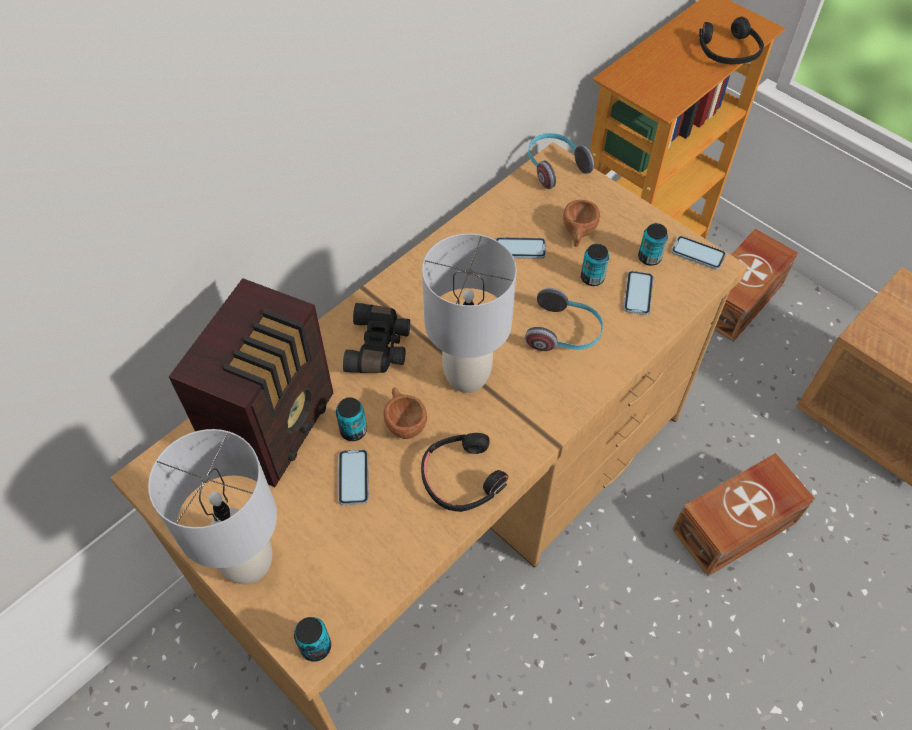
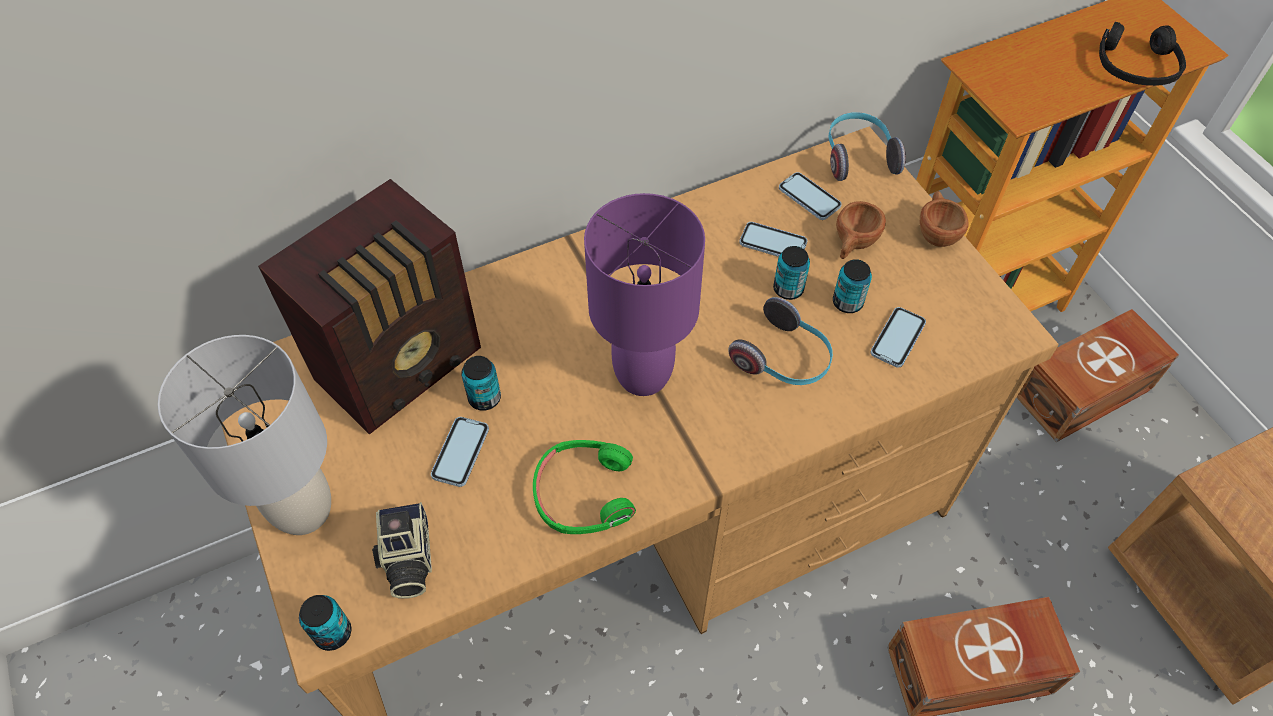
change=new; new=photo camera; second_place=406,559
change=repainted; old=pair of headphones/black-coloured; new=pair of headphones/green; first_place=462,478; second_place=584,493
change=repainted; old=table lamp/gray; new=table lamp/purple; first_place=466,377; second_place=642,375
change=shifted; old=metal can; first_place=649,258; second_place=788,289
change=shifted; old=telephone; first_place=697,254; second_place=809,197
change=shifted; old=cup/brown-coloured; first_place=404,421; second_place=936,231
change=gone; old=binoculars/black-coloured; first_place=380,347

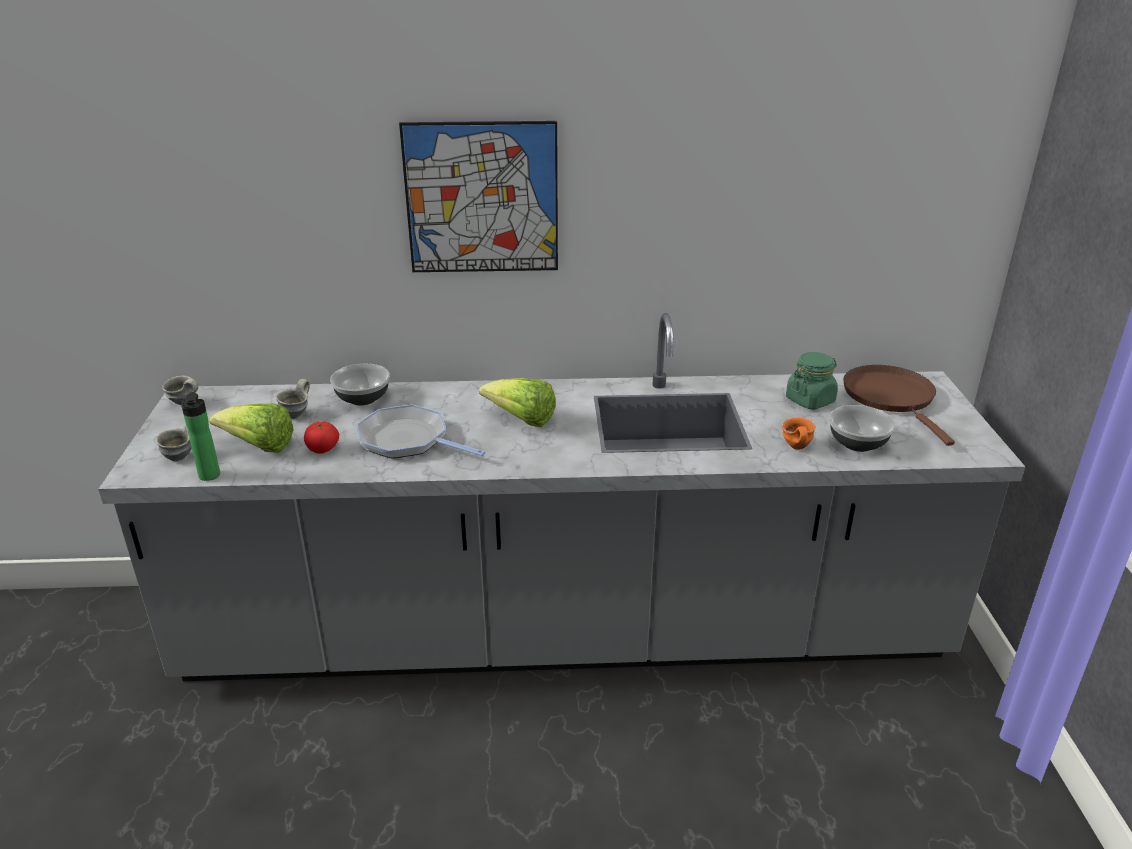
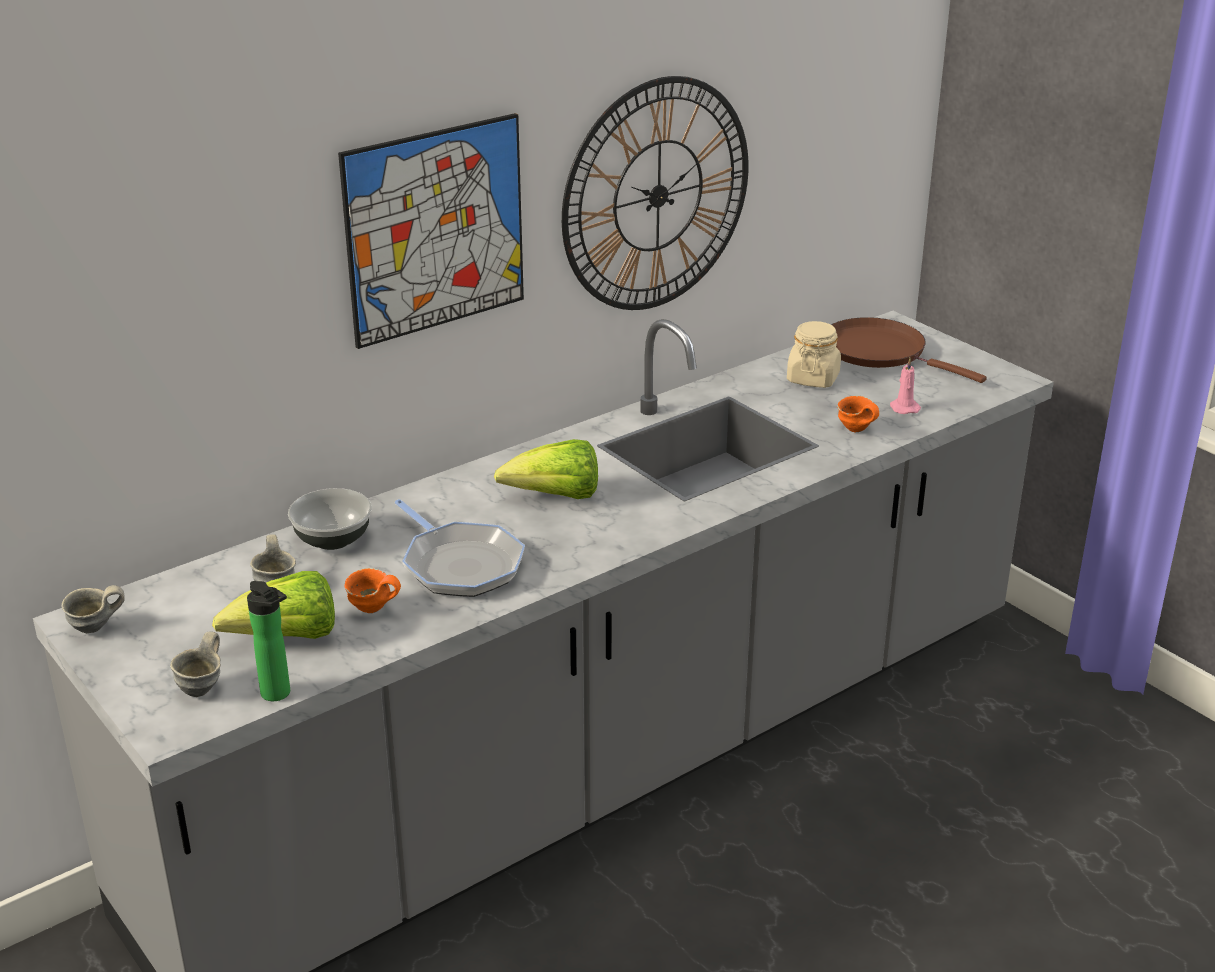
change=swapped; old=tomato; new=coffee mug/orange; first_place=323,449; second_place=372,611
change=rotated; old=frying pan; first_place=408,440; second_place=460,565; degrees=-120
change=new; new=hanging clock; second_place=657,195
change=repainted; old=storage jar/green; new=storage jar/beige-coloured; first_place=810,400; second_place=813,378
change=swapped; old=deep dish; new=candle/pink; first_place=858,443; second_place=903,407

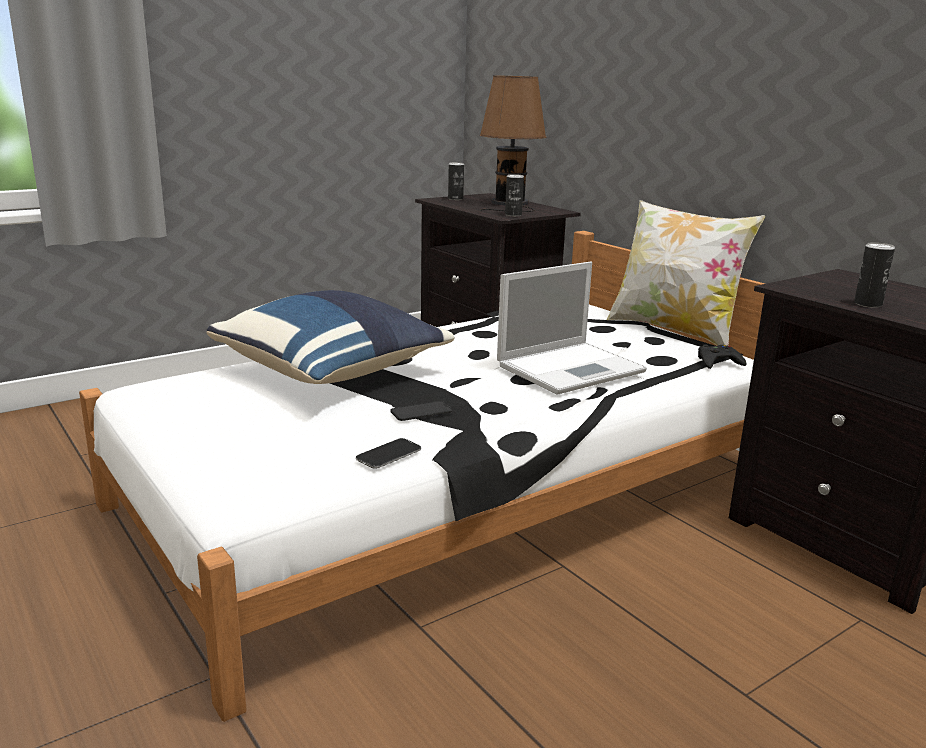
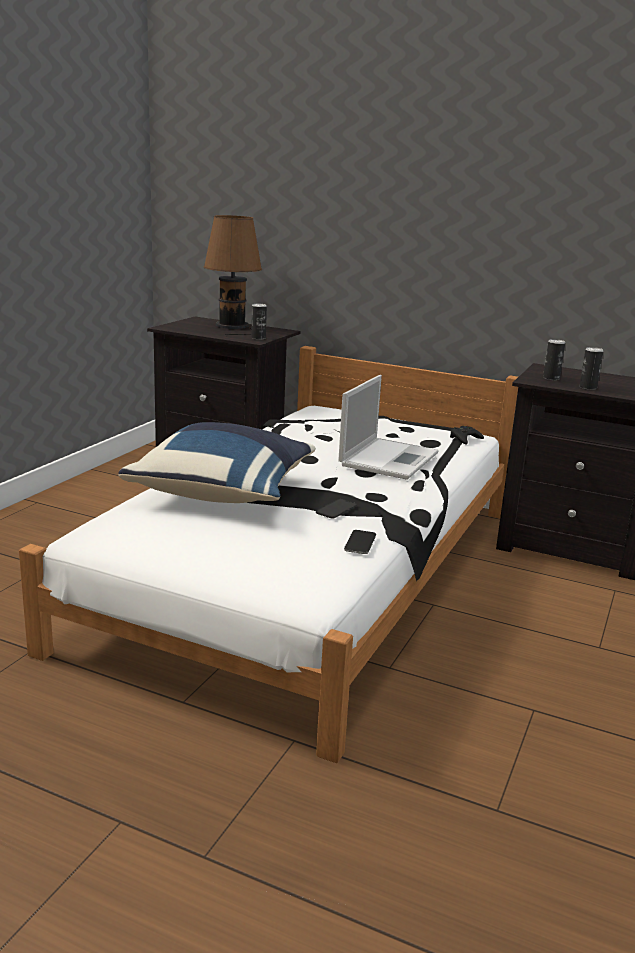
change=shifted; old=metal can; first_place=455,199; second_place=551,378
change=gone; old=pillow; first_place=674,330

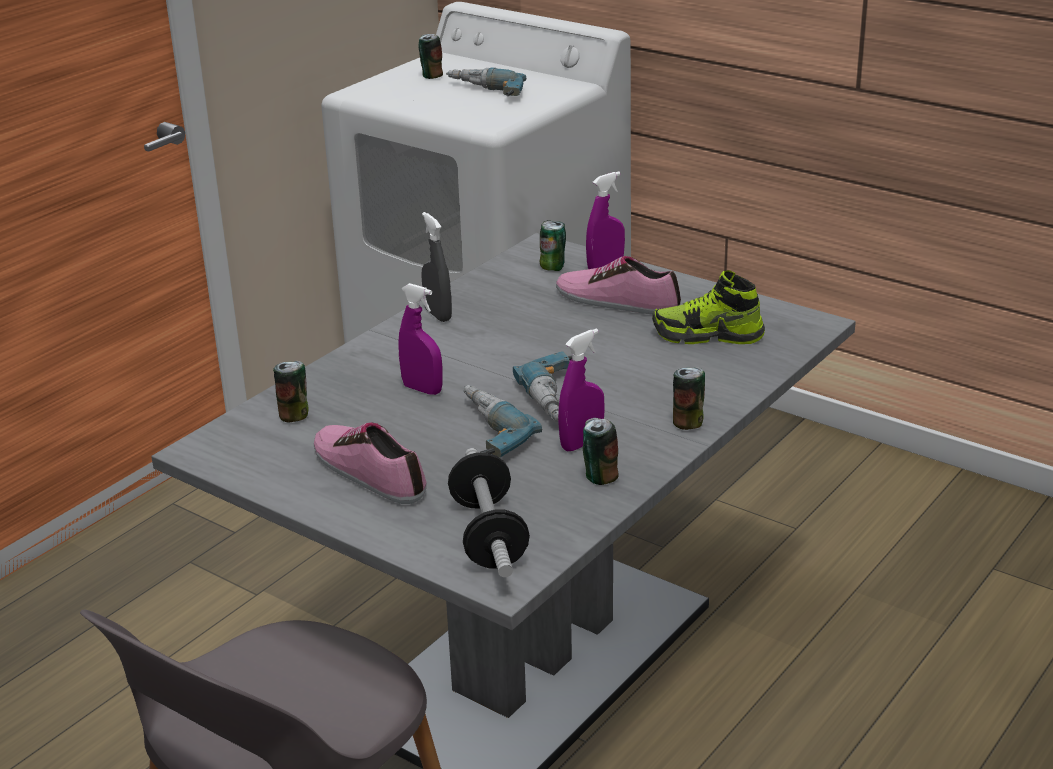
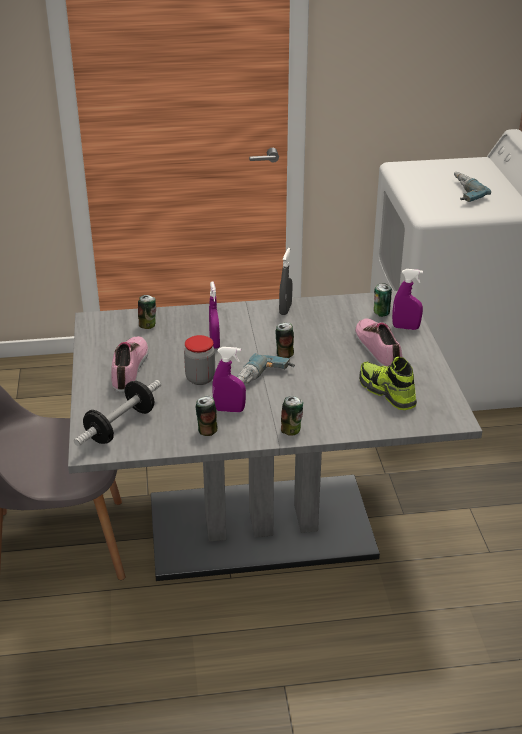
change=swapped; old=power drill; new=storage jar; first_place=482,433; second_place=200,378
change=shifted; old=metal can; first_place=431,76; second_place=284,354

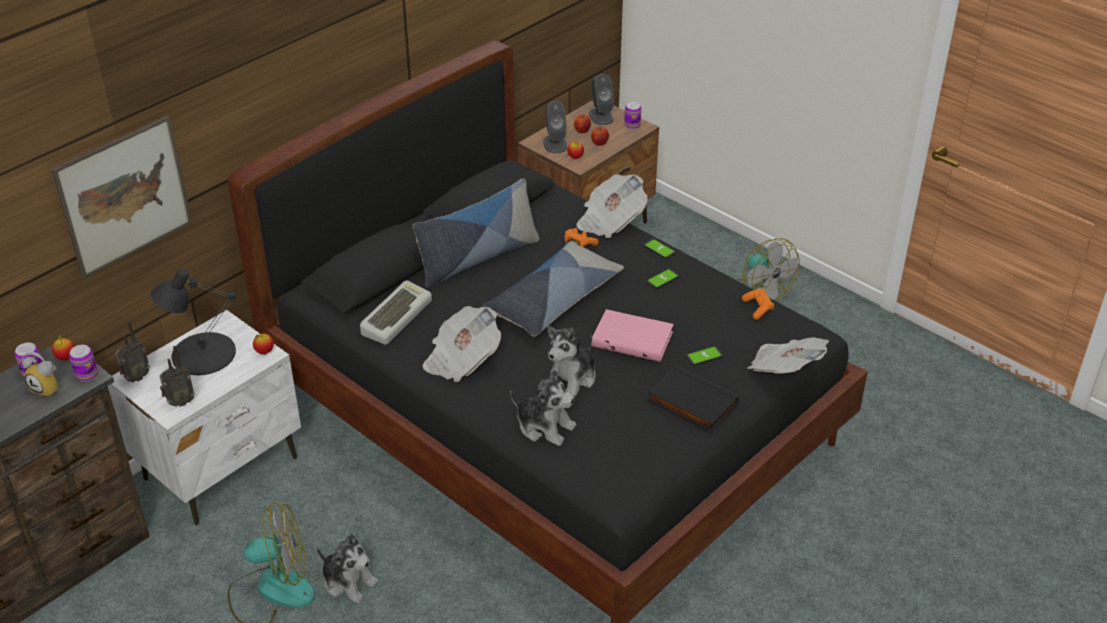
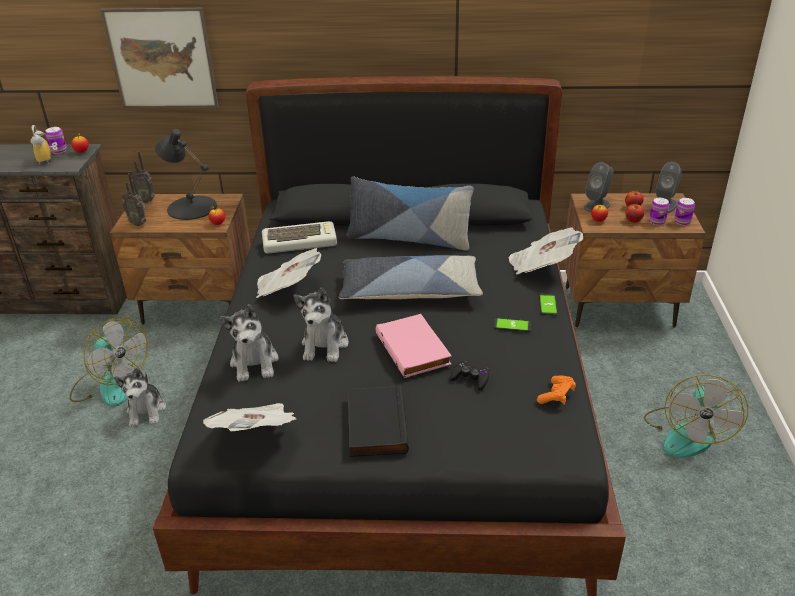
change=repainted; old=bedside table/whitish; new=bedside table/brown-coloured; first_place=222,468; second_place=198,305
change=shifted; old=printed paper; first_place=785,370; second_place=256,434
change=rotated; old=plush toy; first_place=571,378; second_place=325,345; degrees=-75
change=new; new=joypad/black-coloured; second_place=470,378
change=shifted; old=metal can; first_place=86,374; second_place=657,221
change=gone; old=joypad/orange; first_place=579,243
change=gone; old=telephone; first_place=704,356

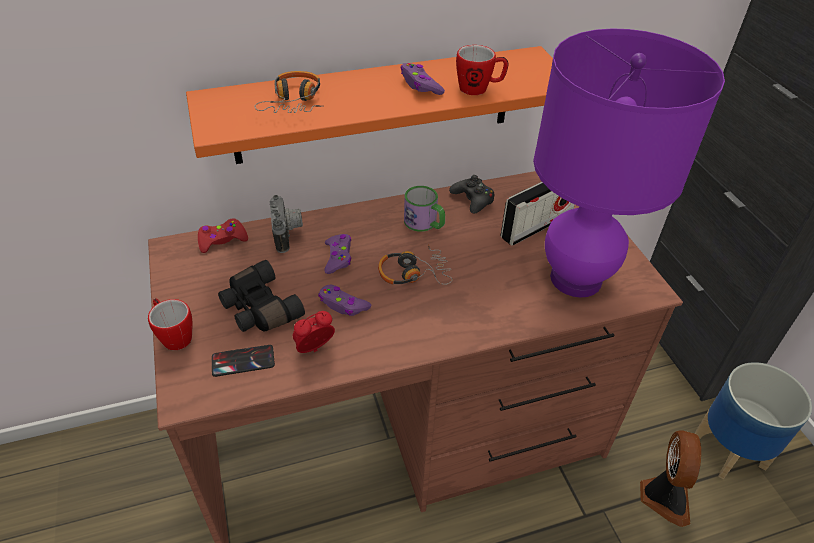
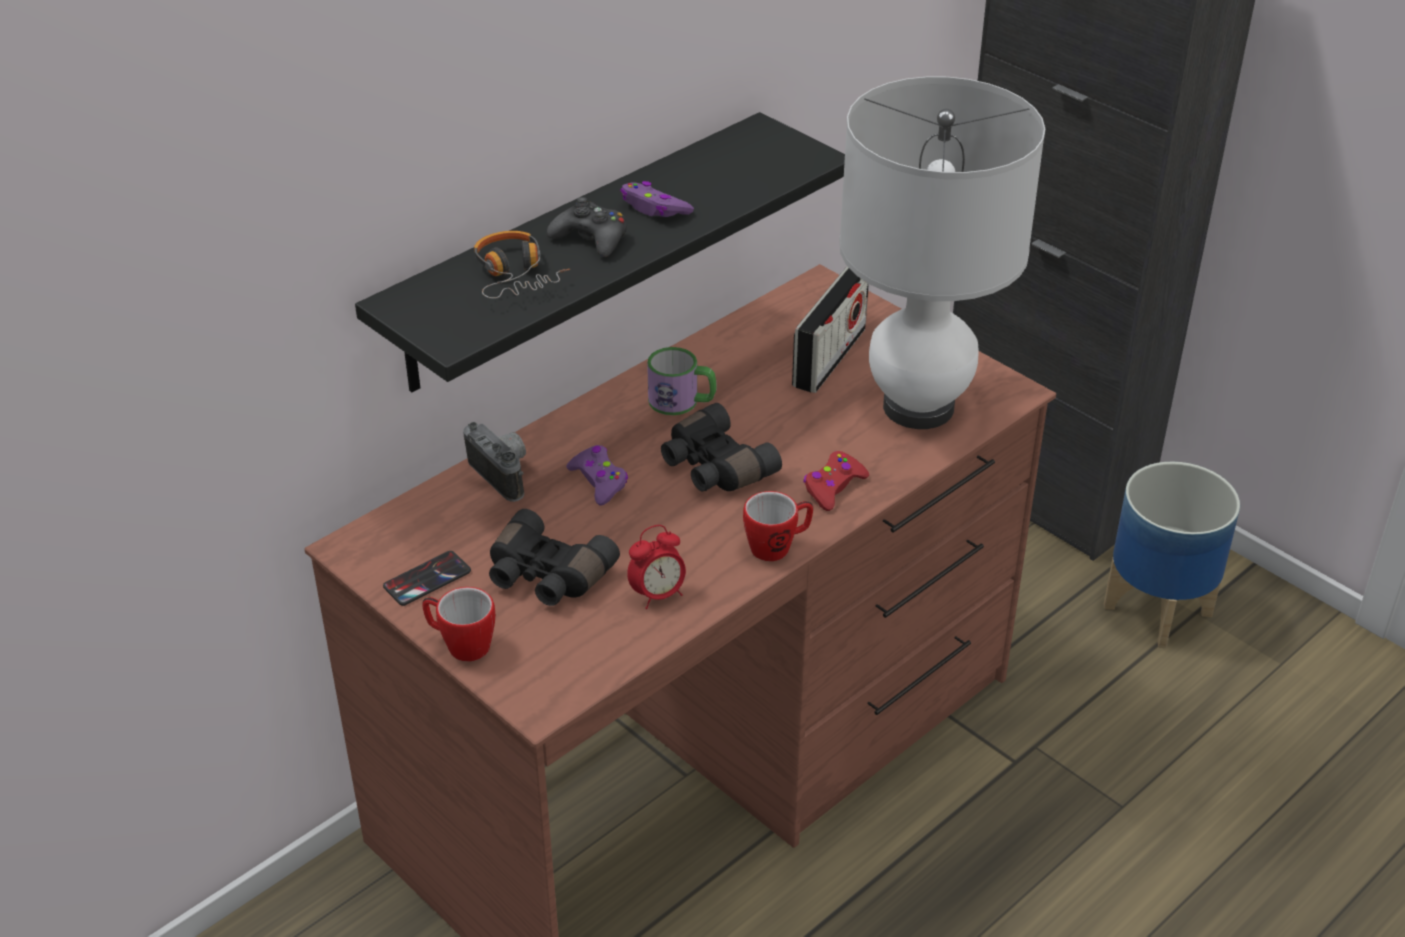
change=repainted; old=bracket shelf/orange; new=bracket shelf/black-coloured; first_place=375,105; second_place=575,252
change=shifted; old=telephone; first_place=243,361; second_place=427,579
change=shifted; old=joypad/black-coloured; first_place=473,199; second_place=591,239
change=rotated; old=alarm clock; first_place=314,349; second_place=658,595; degrees=-150
change=swapped; old=pair of headphones; new=binoculars/black-coloured; first_place=413,273; second_place=713,467
change=shifted; old=coffee mug; first_place=479,89; second_place=778,546
change=shifted; old=joypad/red; first_place=222,240; second_place=833,487
change=repainted; old=table lamp/purple; new=table lamp/whitish; first_place=575,278; second_place=918,407
change=gone; old=joypad/purple; first_place=343,305
change=gone; old=electric fan; first_place=663,496

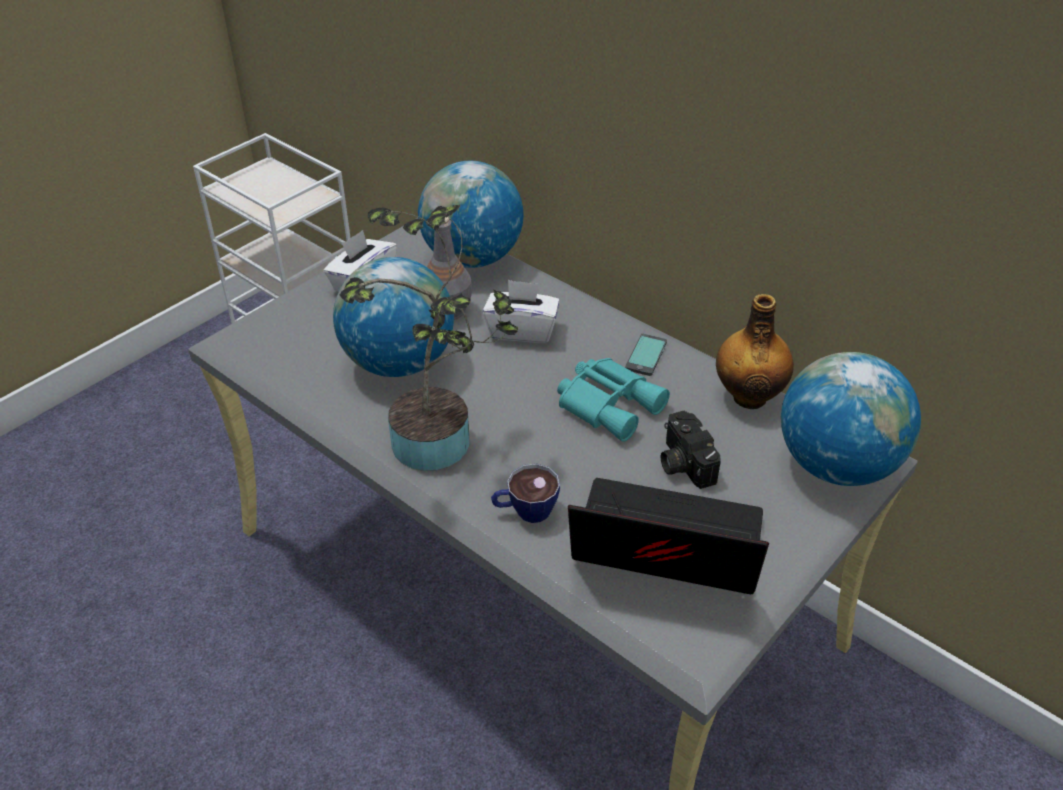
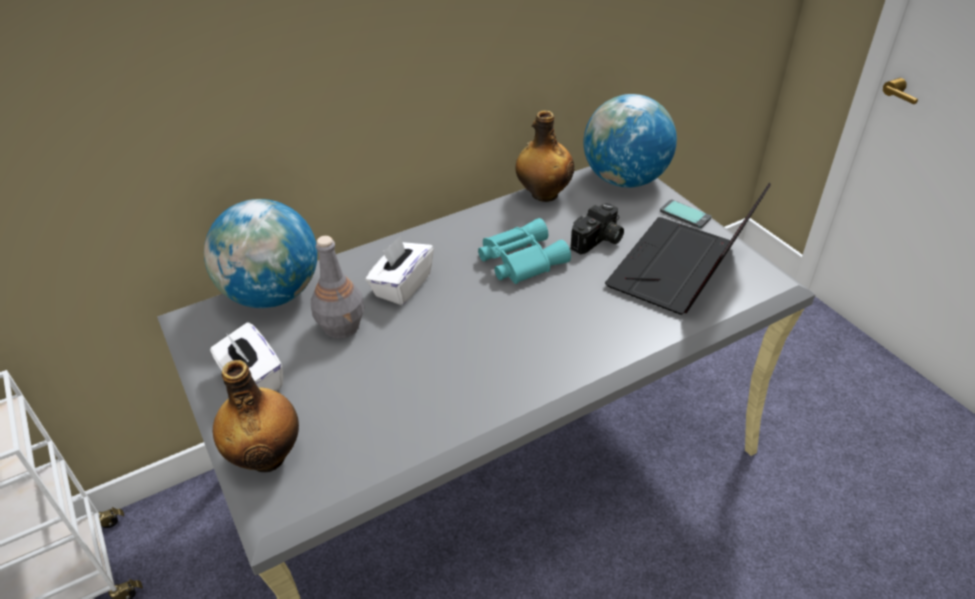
change=new; new=beverage bottle; second_place=267,455
change=rotated; old=photo camera; first_place=682,462; second_place=598,241; degrees=-45
change=shifted; old=telephone; first_place=646,356; second_place=685,214
change=gone; old=desk globe; first_place=398,362
change=gone; old=potted plant; first_place=440,443
change=gone; old=cup; first_place=525,511

